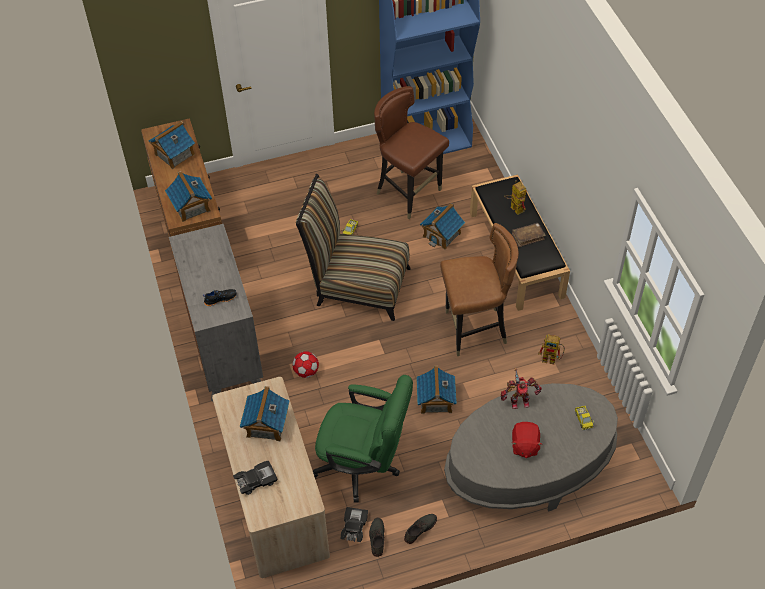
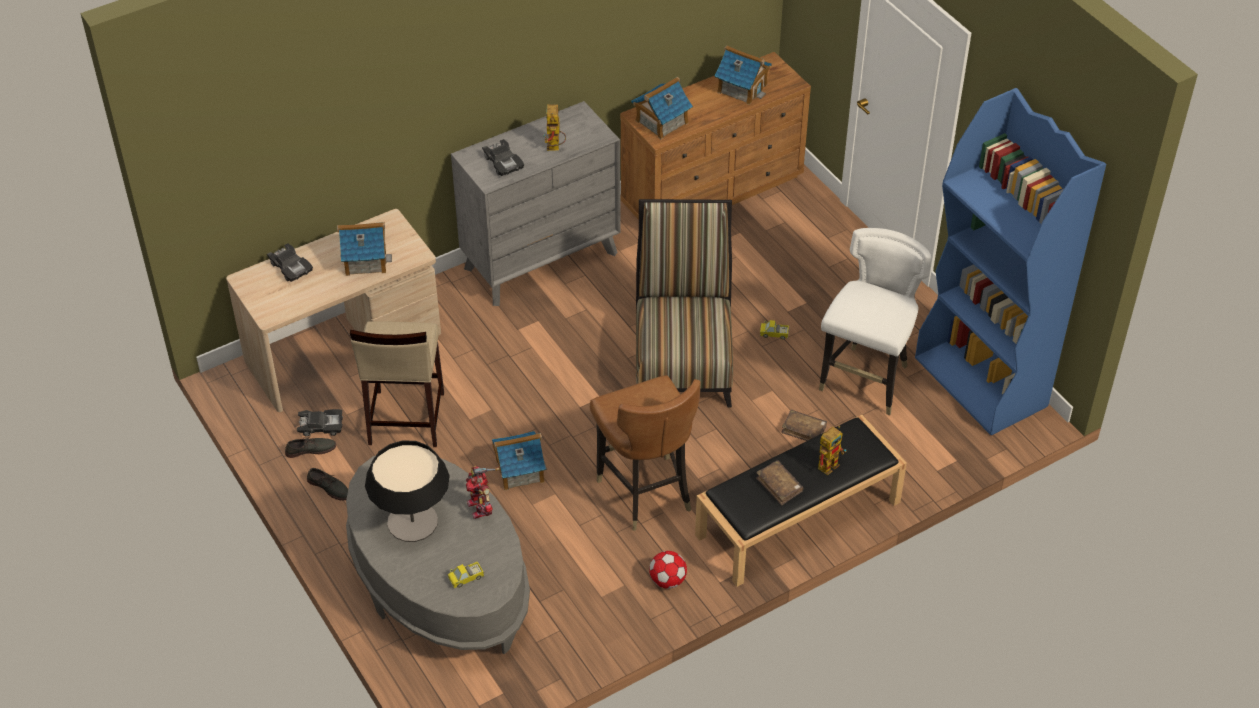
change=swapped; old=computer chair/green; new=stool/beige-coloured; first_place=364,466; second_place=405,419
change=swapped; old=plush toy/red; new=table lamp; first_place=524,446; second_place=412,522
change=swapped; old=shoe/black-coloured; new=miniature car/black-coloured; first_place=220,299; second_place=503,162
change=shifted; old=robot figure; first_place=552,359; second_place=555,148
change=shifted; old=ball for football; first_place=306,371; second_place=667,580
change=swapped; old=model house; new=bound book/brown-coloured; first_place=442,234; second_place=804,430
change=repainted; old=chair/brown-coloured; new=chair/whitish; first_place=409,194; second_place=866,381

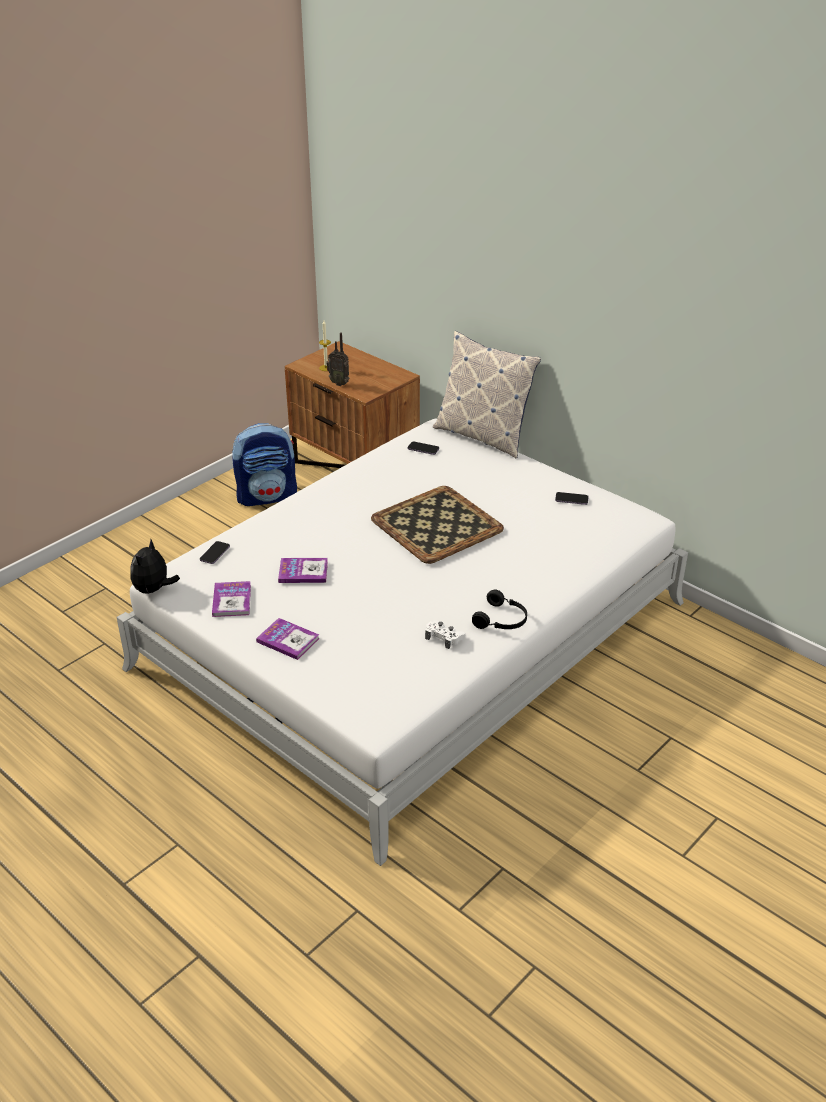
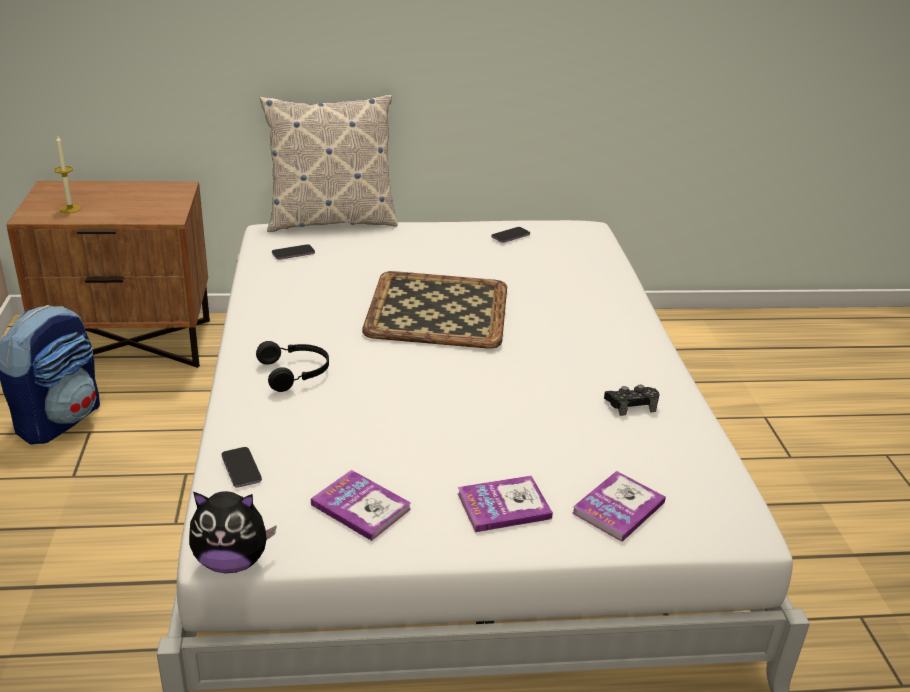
change=rotated; old=plush toy; first_place=154,590; second_place=232,561; degrees=-60
change=shifted; old=pair of headphones/black-coloured; first_place=502,620; second_place=295,372
change=shifted; old=bound book; first_place=303,572; second_place=618,508
change=repainted; old=joypad/whitish; new=joypad/black-coloured; first_place=444,637; second_place=631,404
change=gone; old=radio; first_place=339,383

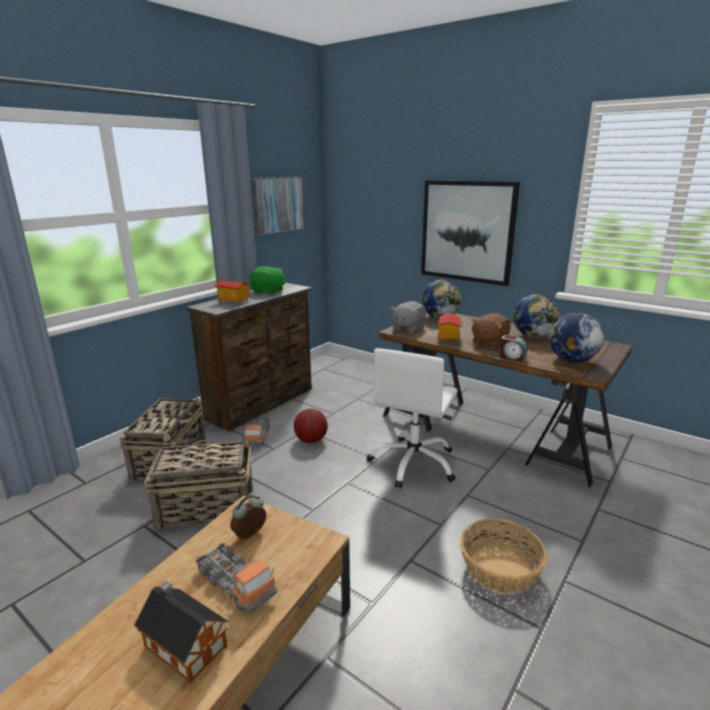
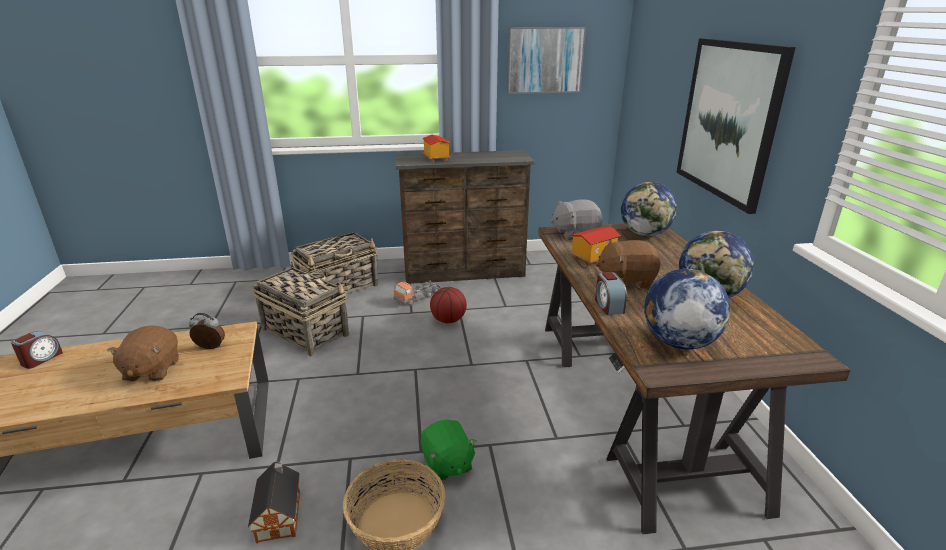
change=new; new=alarm clock; second_place=41,359
change=swapped; old=toy truck; new=plush toy/brown-coloured; first_place=236,583; second_place=151,370
change=shifted; old=model house; first_place=184,644; second_place=280,514
change=shifted; old=plush toy/green; first_place=268,291; second_place=447,464
change=gone; old=computer chair/whitish; first_place=414,463

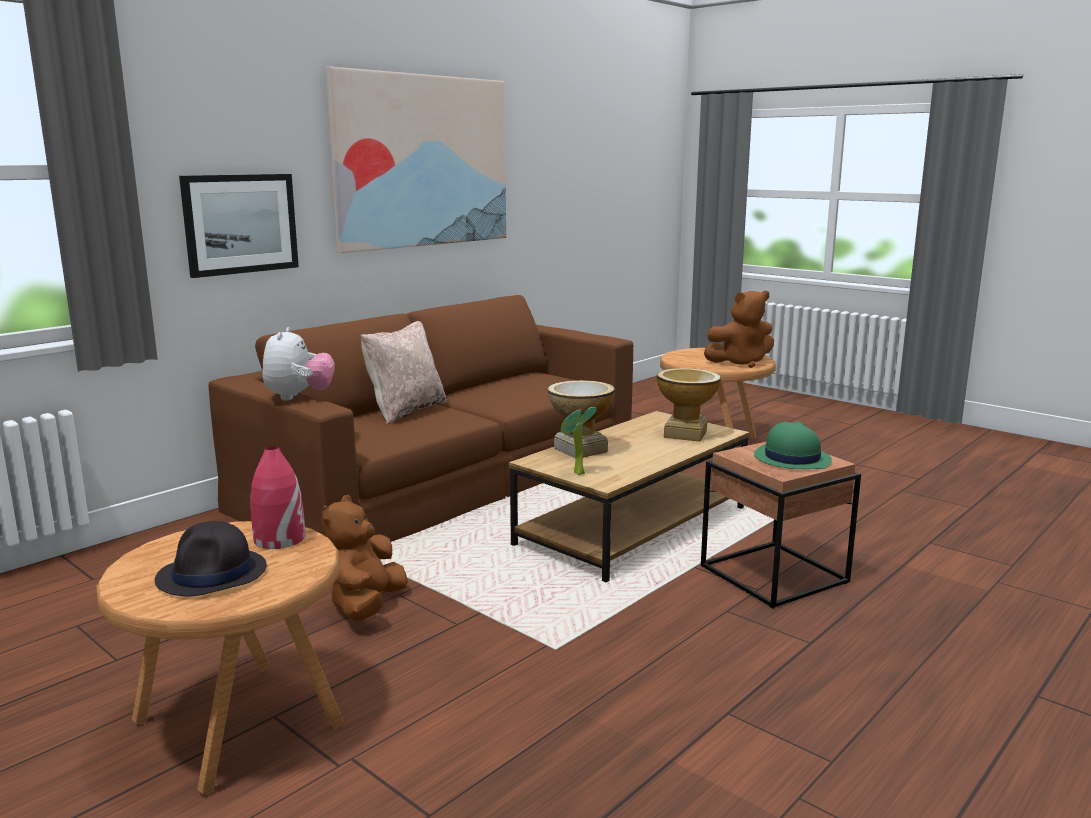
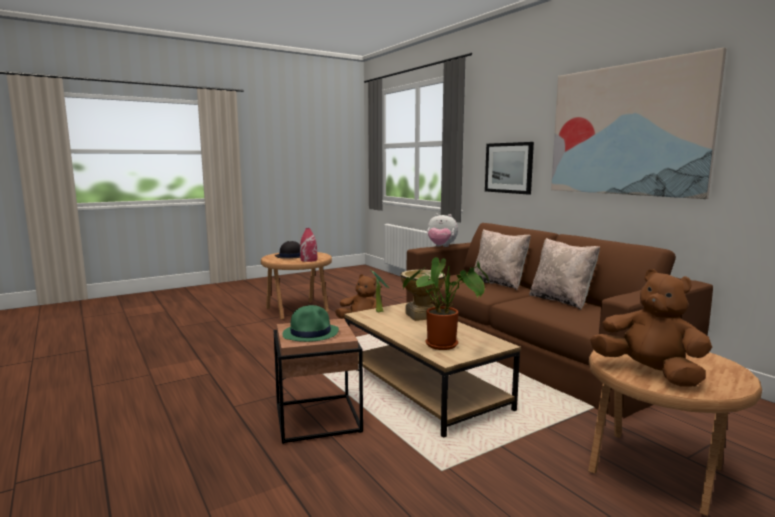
change=swapped; old=vase; new=potted plant; first_place=686,434; second_place=445,345
change=new; new=pillow/beige-coloured; second_place=561,301
change=rotated; old=plush toy/brown-coloured; first_place=740,362; second_place=649,373; degrees=135

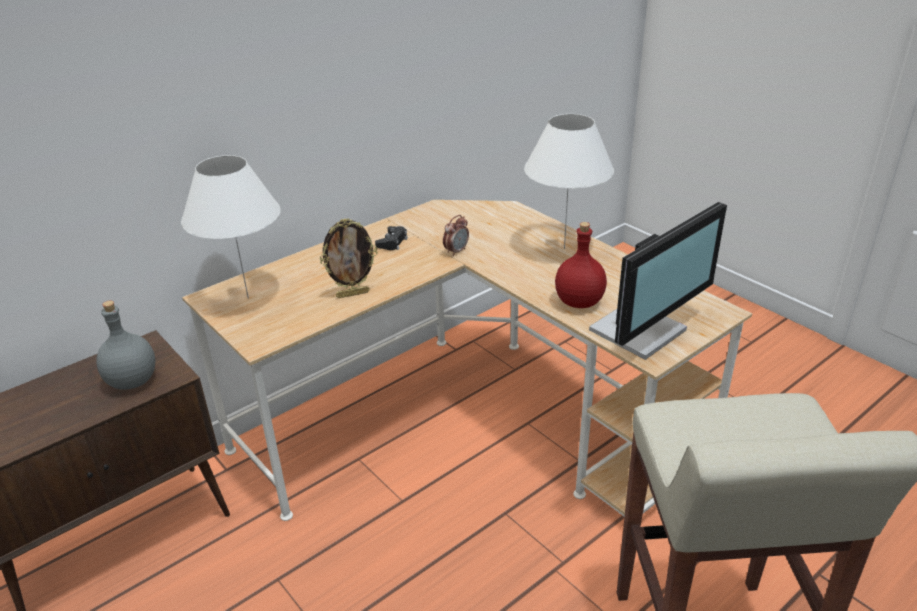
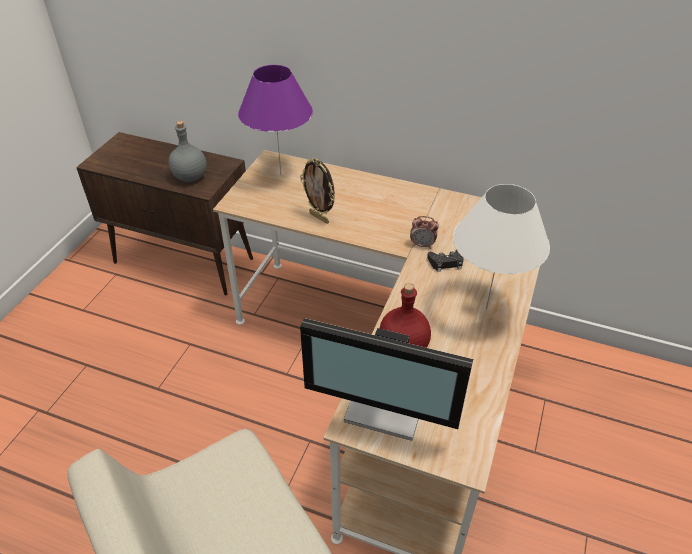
change=repainted; old=table lamp/whitish; new=table lamp/purple; first_place=248,298; second_place=280,175
change=shifted; old=joypad/black-coloured; first_place=392,242; second_place=446,263

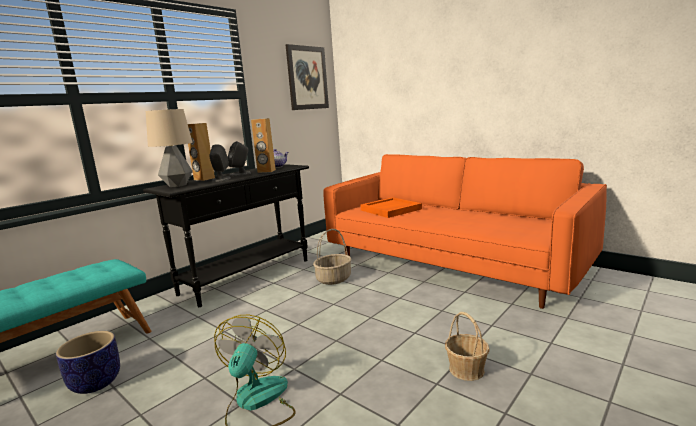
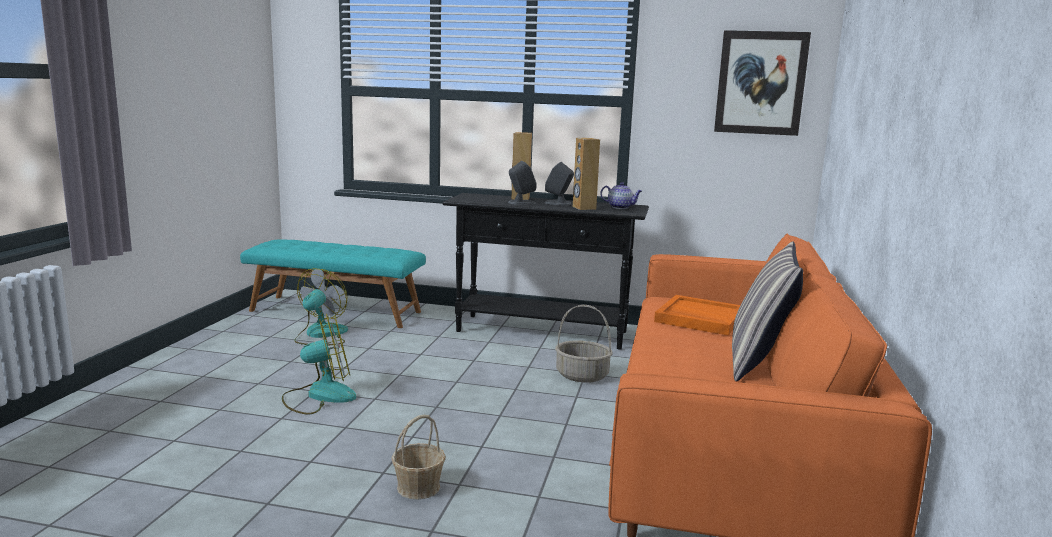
change=swapped; old=planter; new=electric fan; first_place=95,383; second_place=320,335
change=new; new=pillow; second_place=758,362
change=gone; old=table lamp; first_place=177,185

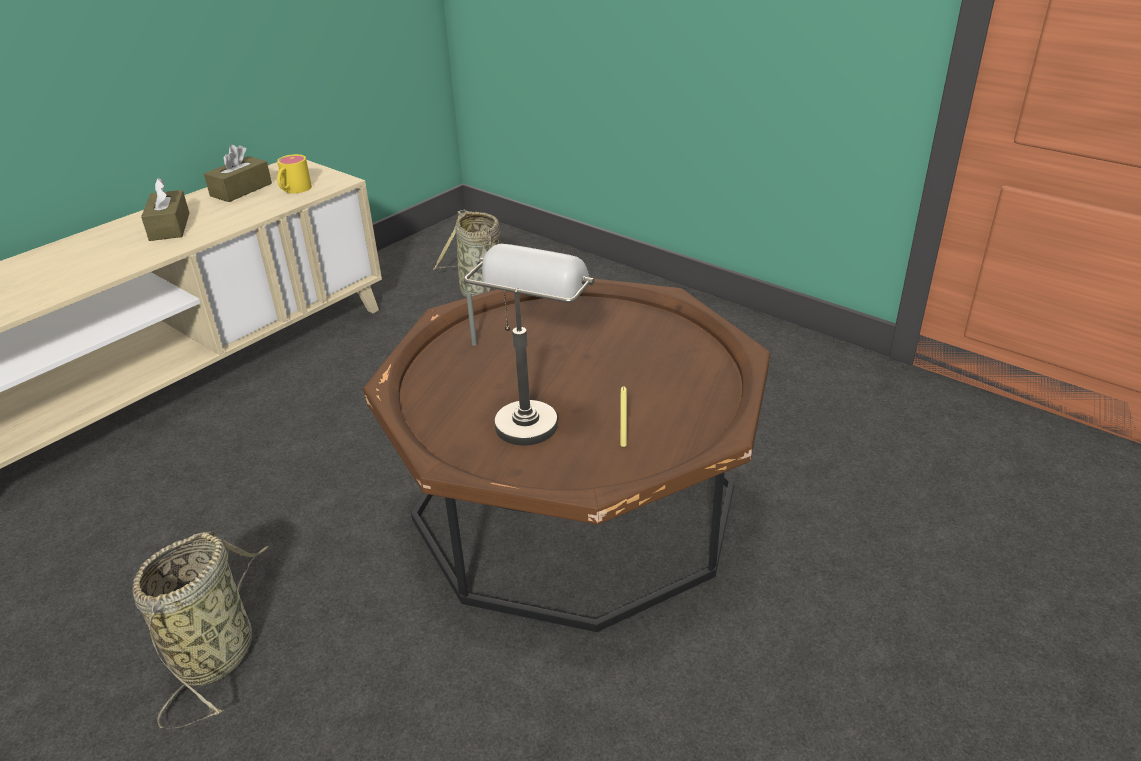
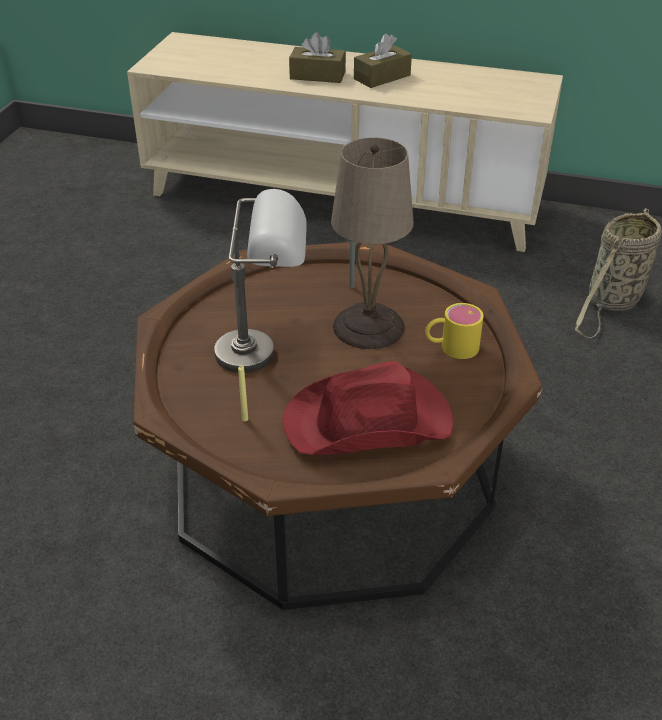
change=new; new=clothing hat/red; second_place=369,422
change=shifted; old=tissue box/brown-coloured; first_place=241,190; second_place=317,75
change=new; new=table lamp/beige-coloured; second_place=369,327
change=shifted; old=coffee mug/yellow-coloured; first_place=293,190; second_place=451,347
change=gone; old=basket; first_place=218,651

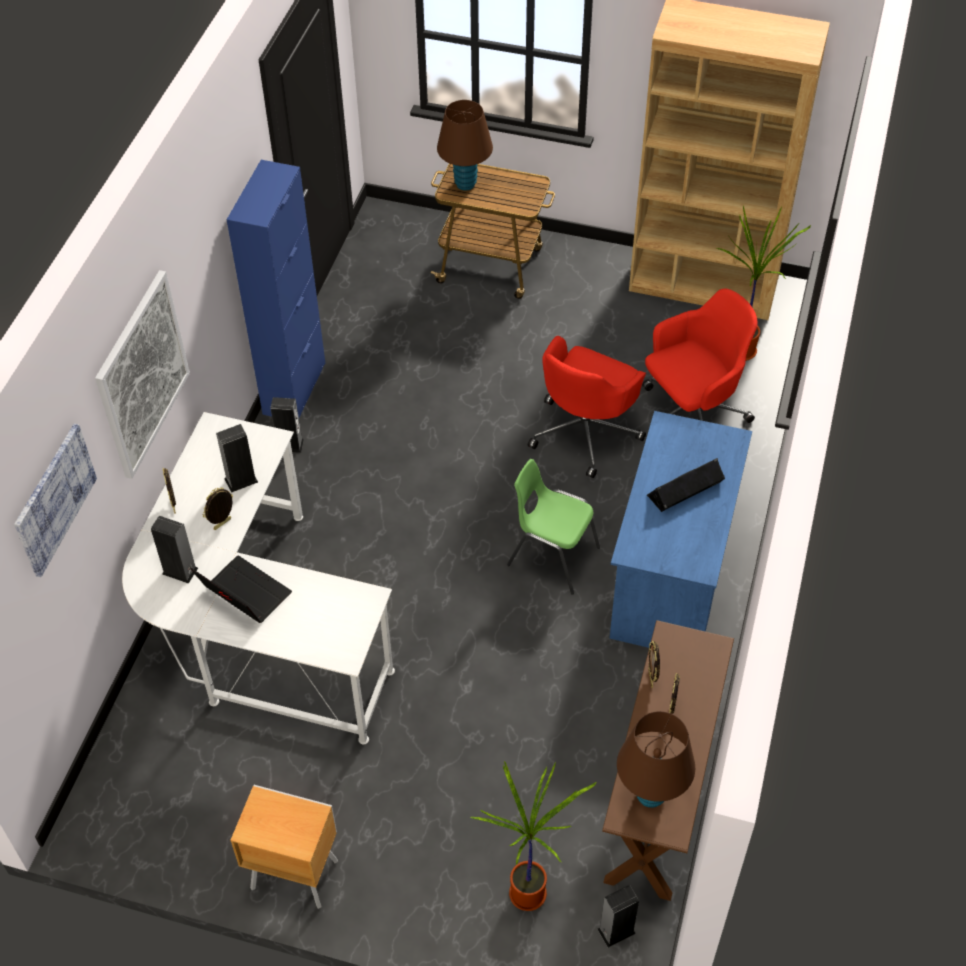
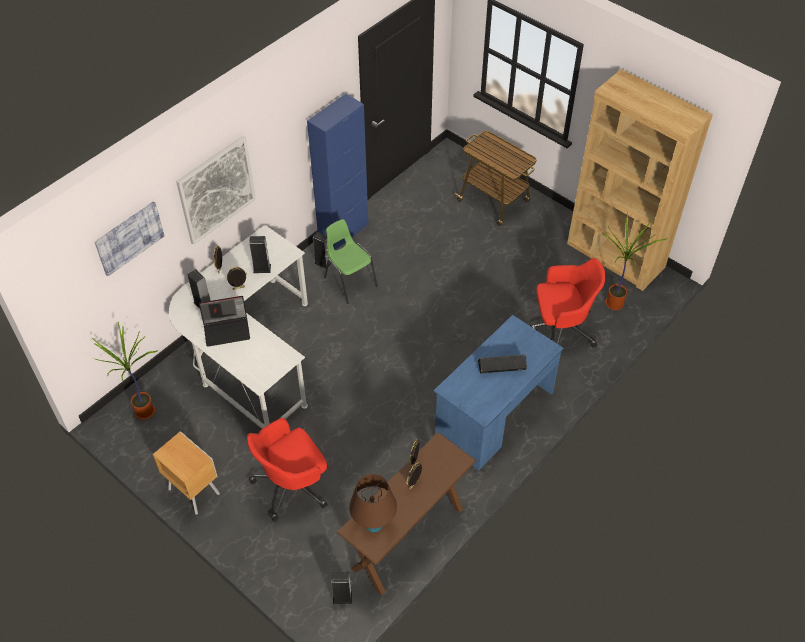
change=shifted; old=potted plant; first_place=530,894; second_place=146,413
change=rotated; old=laptop; first_place=243,594; second_place=227,329; degrees=105
change=shifted; old=computer chair/red; first_place=585,432; second_place=292,485
change=shifted; old=chair/green; first_place=552,556; second_place=350,282
change=gone; old=table lamp/brown-coloured; first_place=465,184

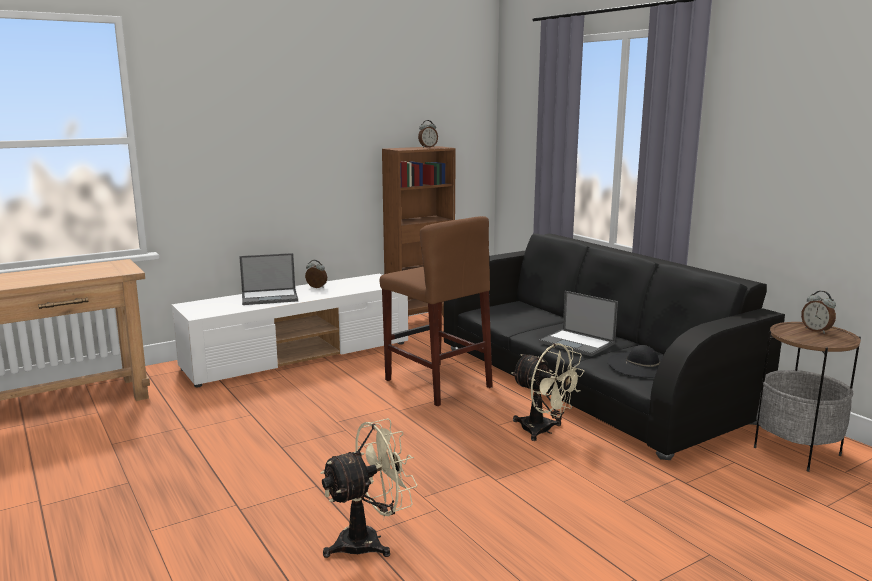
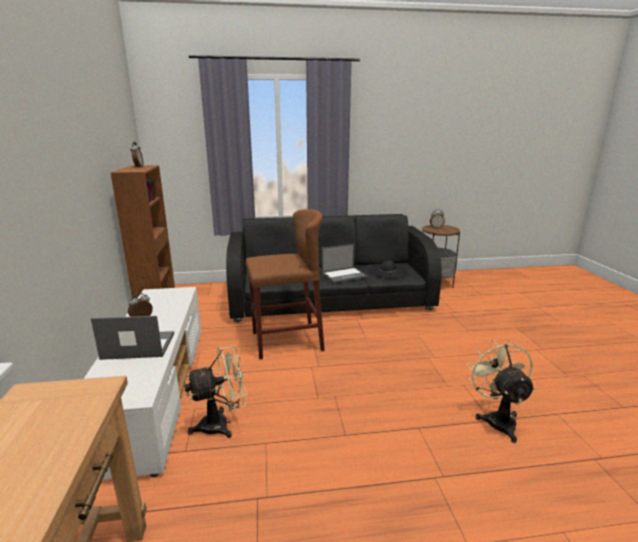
change=rotated; old=laptop; first_place=270,297; second_place=137,346; degrees=-105
change=shifted; old=electric fan/beige-coloured; first_place=543,431; second_place=222,424

